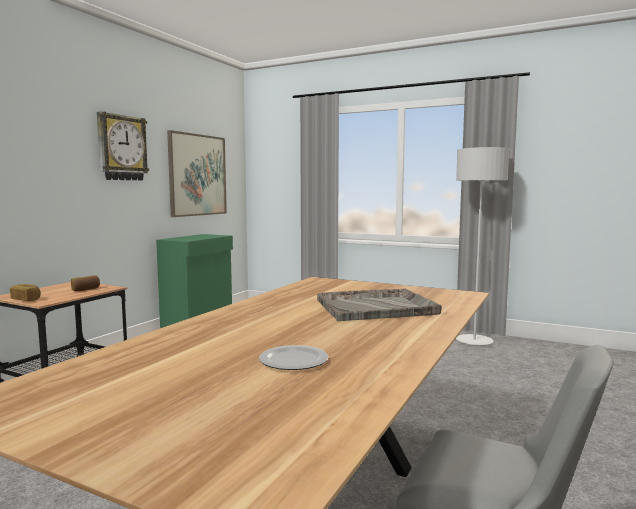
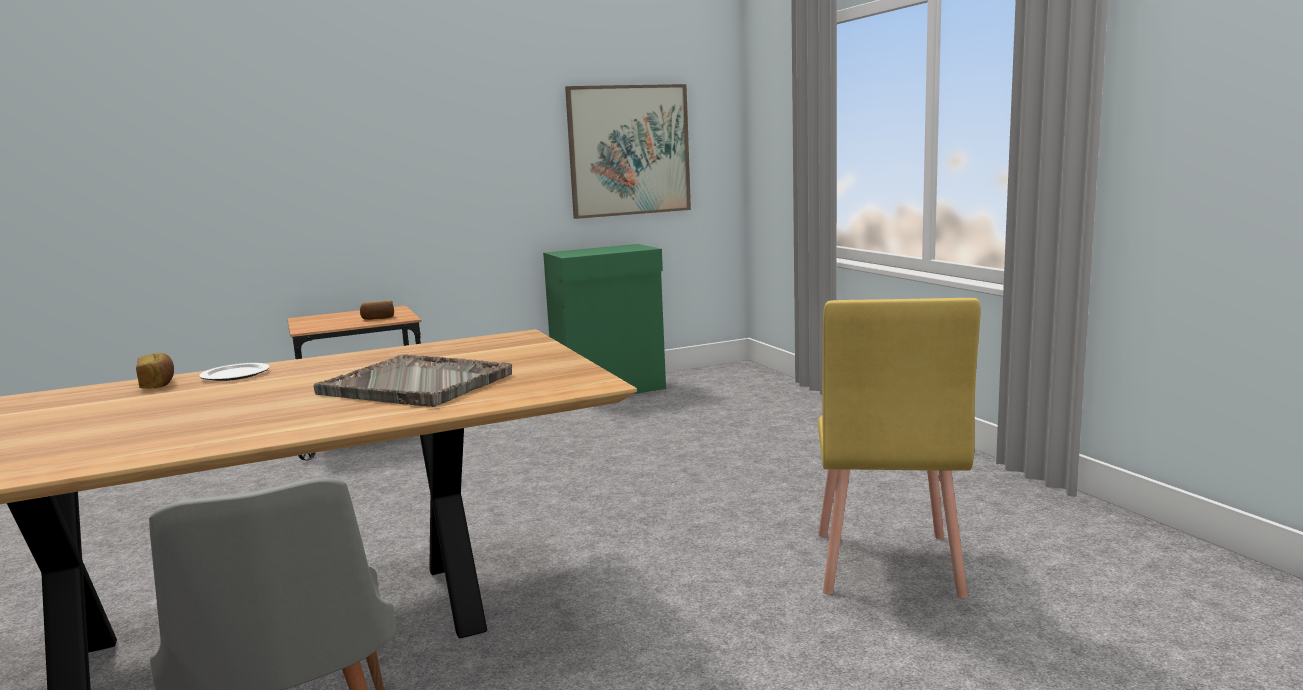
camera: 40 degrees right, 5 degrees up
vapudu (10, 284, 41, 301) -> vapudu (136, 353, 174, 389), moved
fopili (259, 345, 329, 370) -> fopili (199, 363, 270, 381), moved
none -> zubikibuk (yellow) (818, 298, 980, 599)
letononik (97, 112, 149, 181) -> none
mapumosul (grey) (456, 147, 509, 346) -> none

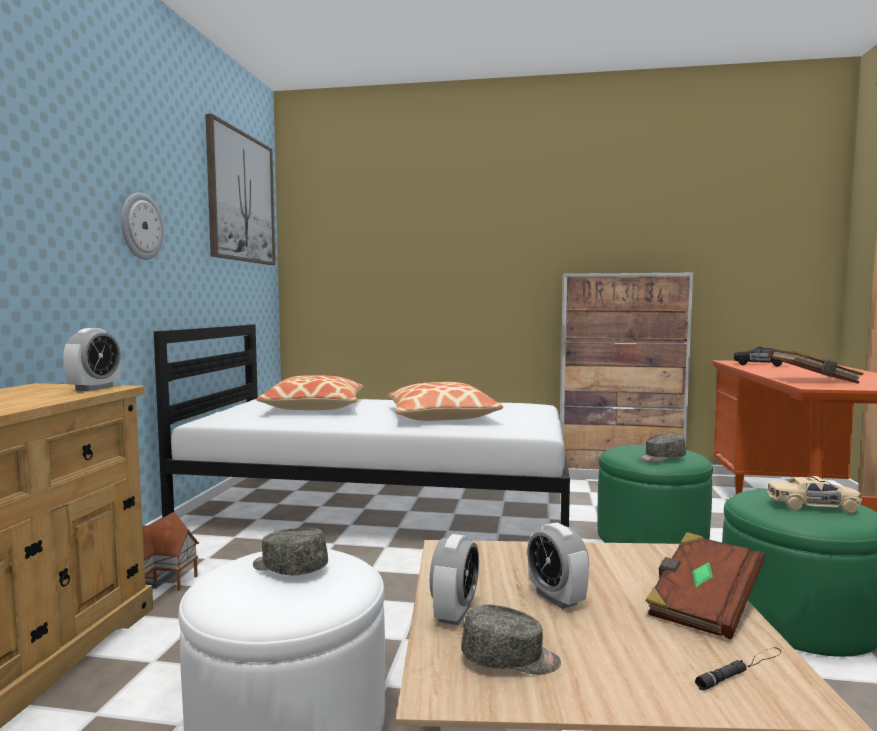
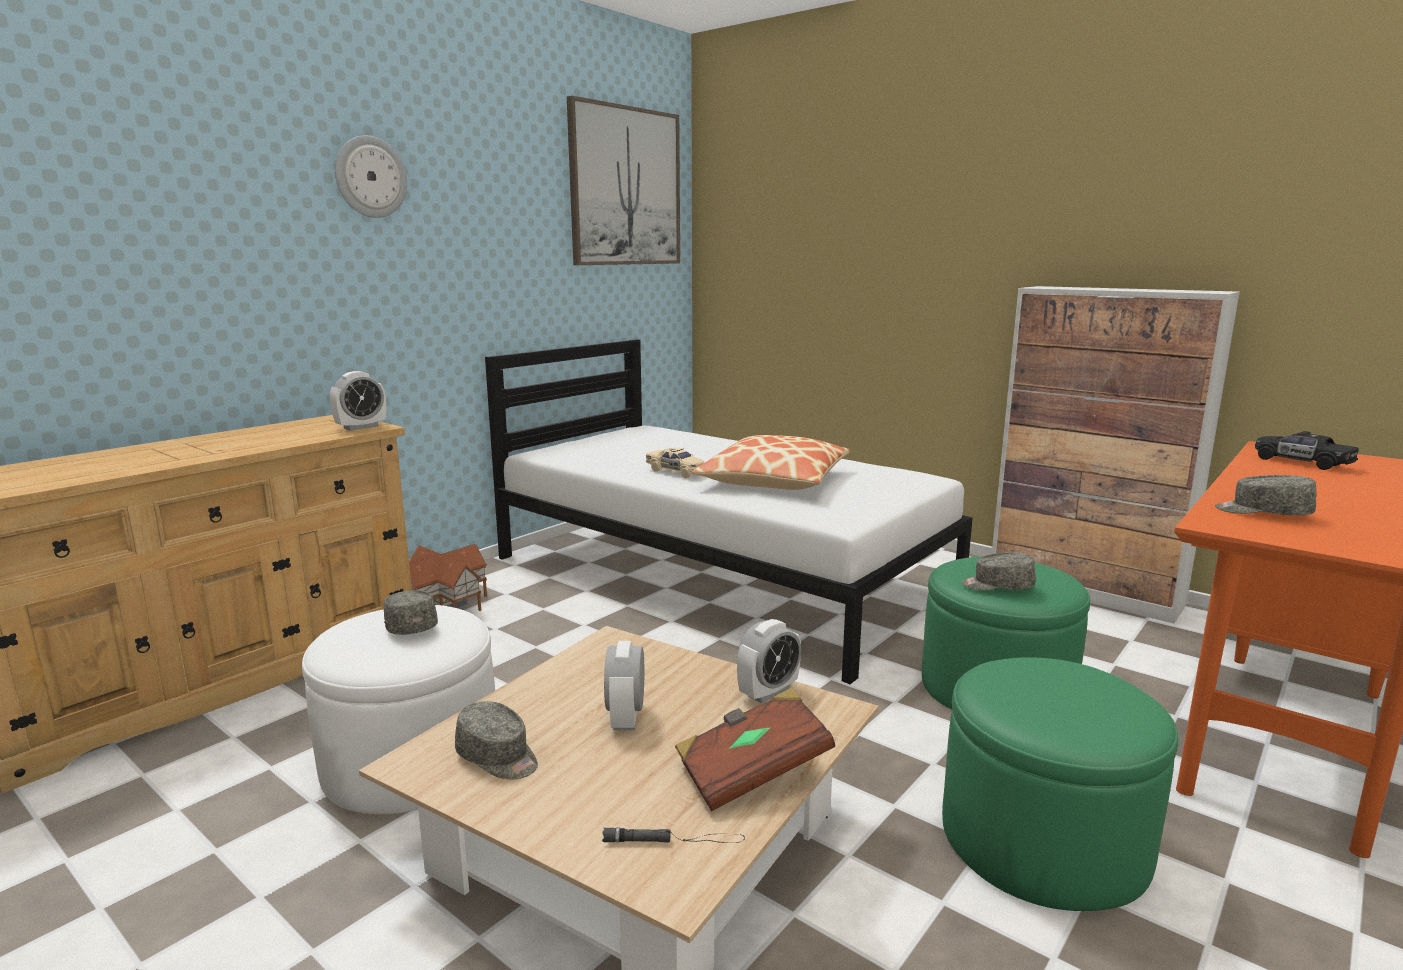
camera: 30 degrees right, 10 degrees up
letononik (121, 192, 164, 260) -> letononik (335, 135, 407, 218), moved
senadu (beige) (767, 476, 862, 513) -> senadu (beige) (646, 448, 704, 478), moved
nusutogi (430, 534, 479, 625) -> nusutogi (737, 619, 801, 704), moved
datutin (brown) (768, 349, 864, 384) -> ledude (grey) (1215, 475, 1316, 515)
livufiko (257, 375, 363, 410) -> none

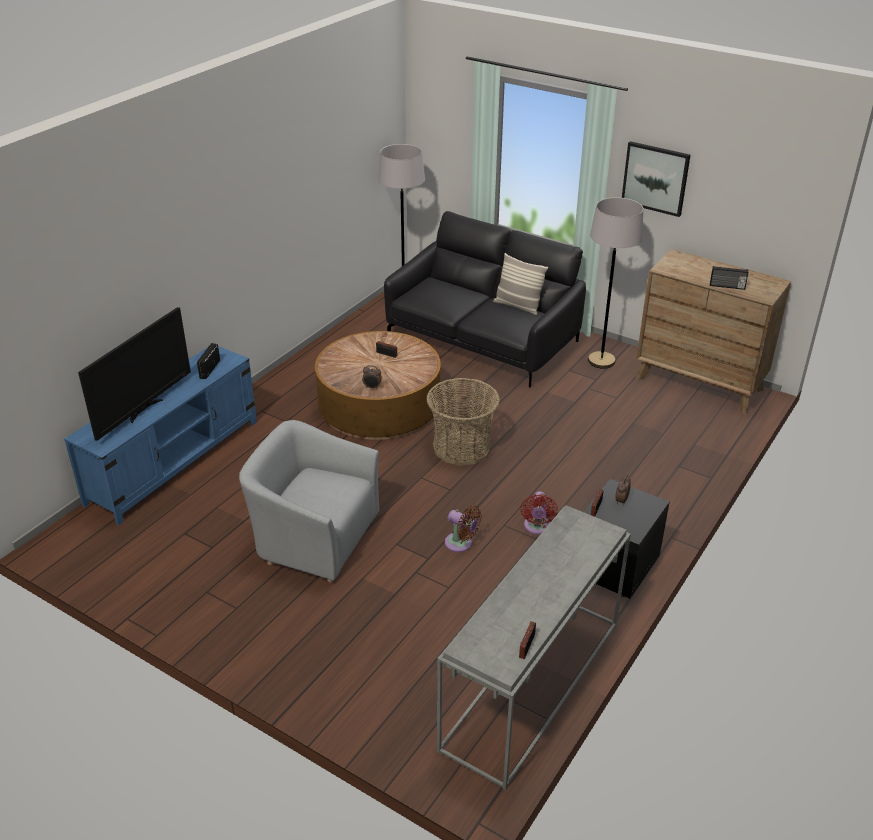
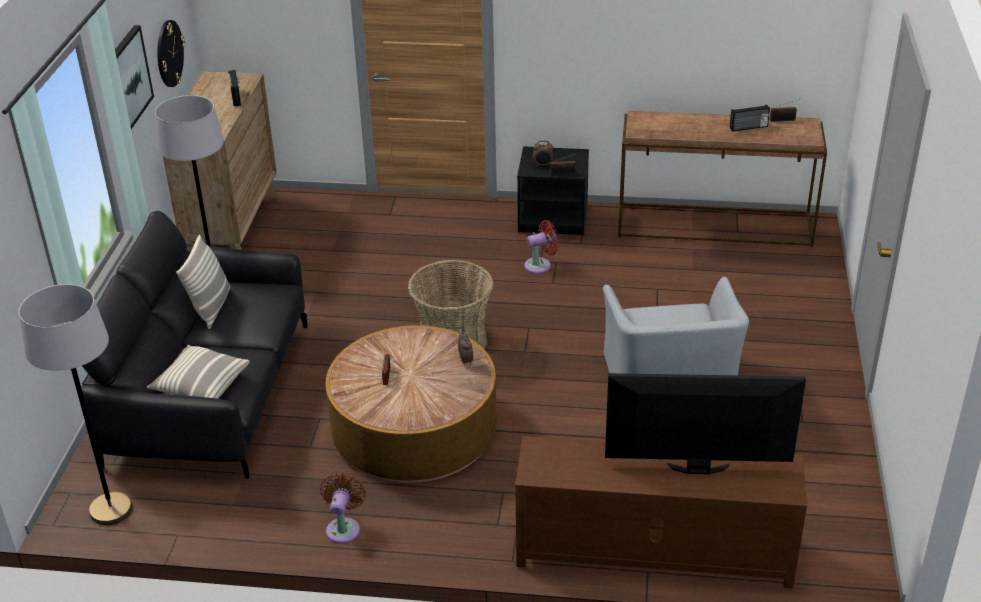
camera: 115 degrees left, 0 degrees up
none -> livufiko (147, 345, 250, 399)
none -> letononik (157, 20, 185, 87)
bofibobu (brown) (445, 505, 482, 552) -> bofibobu (brown) (320, 473, 366, 544), moved
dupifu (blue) (64, 346, 257, 525) -> dupifu (brown) (515, 436, 807, 589)
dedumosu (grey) (437, 505, 631, 790) -> dedumosu (brown) (618, 111, 827, 247)
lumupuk (197, 343, 220, 379) -> lumupuk (730, 105, 770, 132), moved

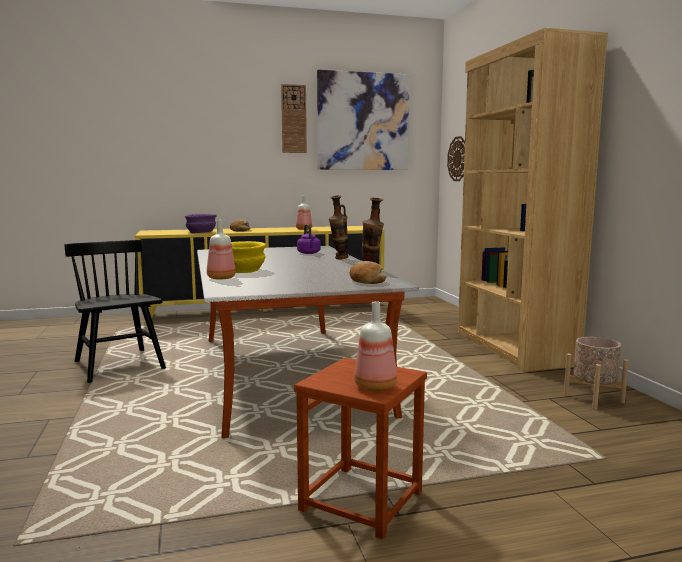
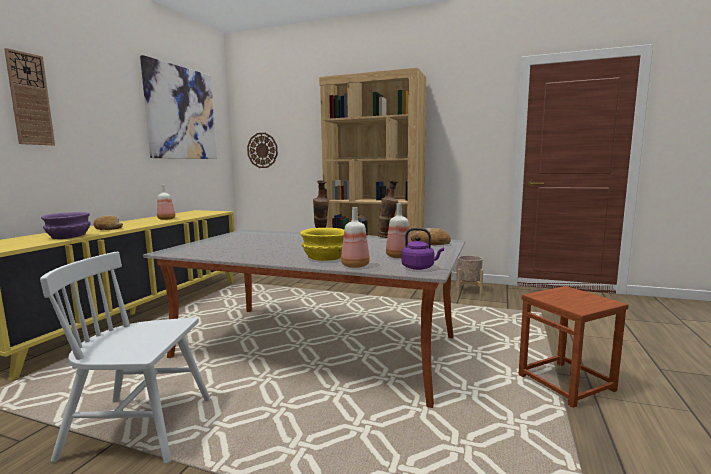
camera: 55 degrees left, 0 degrees up
letononik (281, 84, 307, 153) -> letononik (4, 48, 55, 145), moved
zubikibuk (black) (64, 240, 166, 383) -> zubikibuk (white) (40, 252, 210, 463)
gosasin (354, 301, 397, 392) -> gosasin (386, 203, 411, 258), moved
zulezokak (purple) (297, 224, 321, 254) -> zulezokak (purple) (401, 228, 444, 270), moved

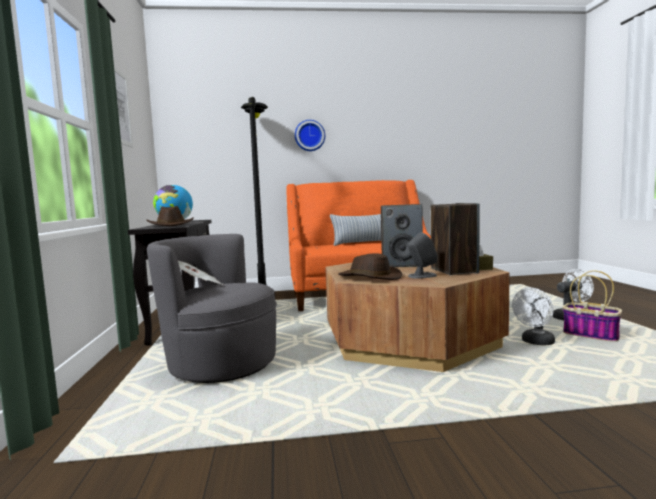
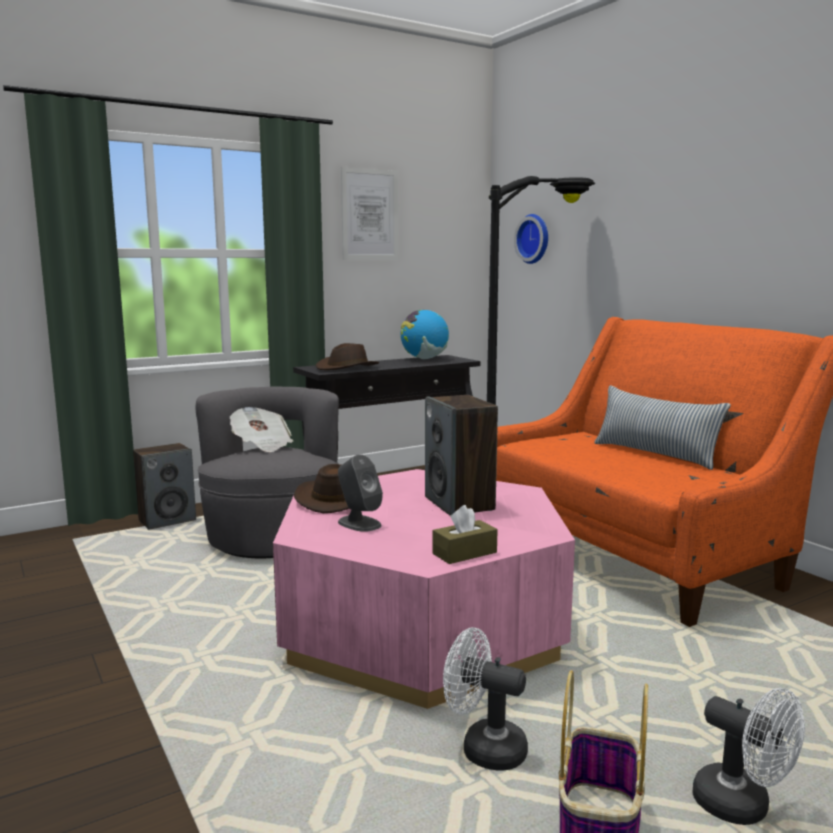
camera: 65 degrees right, 5 degrees up
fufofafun (431, 203, 480, 275) -> fufofafun (133, 443, 196, 530), moved
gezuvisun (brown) (325, 263, 510, 372) -> gezuvisun (pink) (273, 469, 575, 709)
letononik (295, 120, 325, 151) -> letononik (514, 214, 548, 264), moved

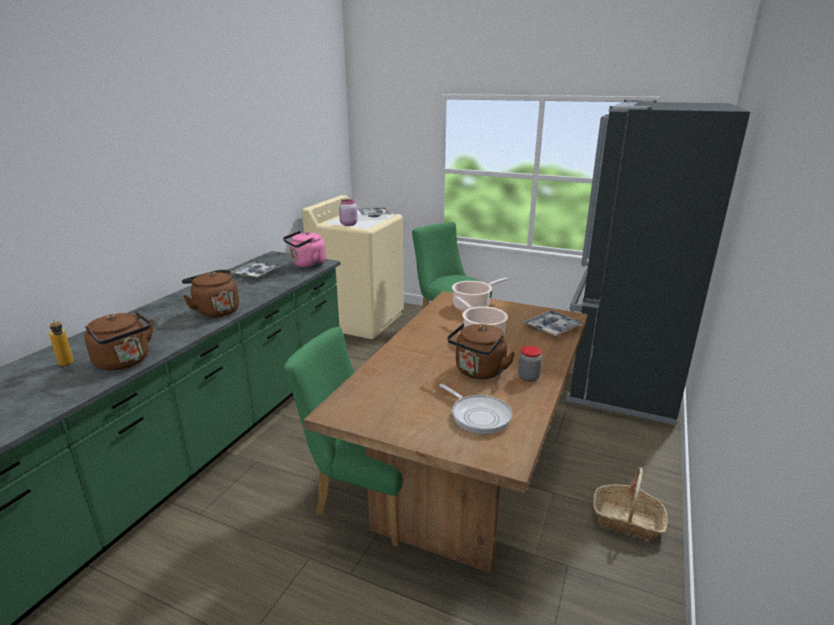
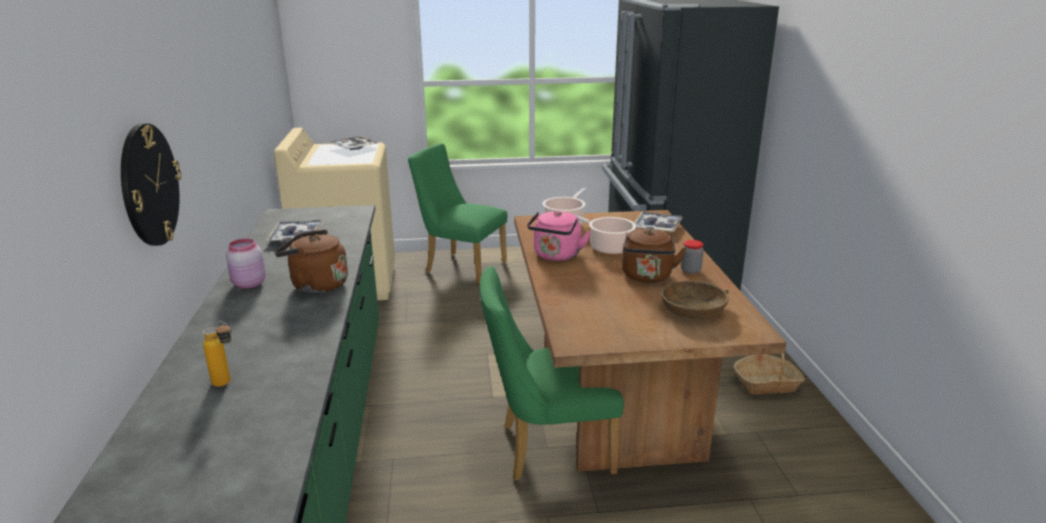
camera: 30 degrees left, 0 degrees up
none -> letononik (121, 123, 181, 246)
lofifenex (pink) (339, 199, 358, 226) -> lofifenex (pink) (226, 238, 265, 289), moved
zulezokak (pink) (283, 231, 326, 268) -> zulezokak (pink) (527, 211, 591, 261), moved
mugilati (439, 384, 512, 434) -> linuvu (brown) (661, 281, 729, 319)
zulezokak (brown) (85, 311, 153, 370) -> none

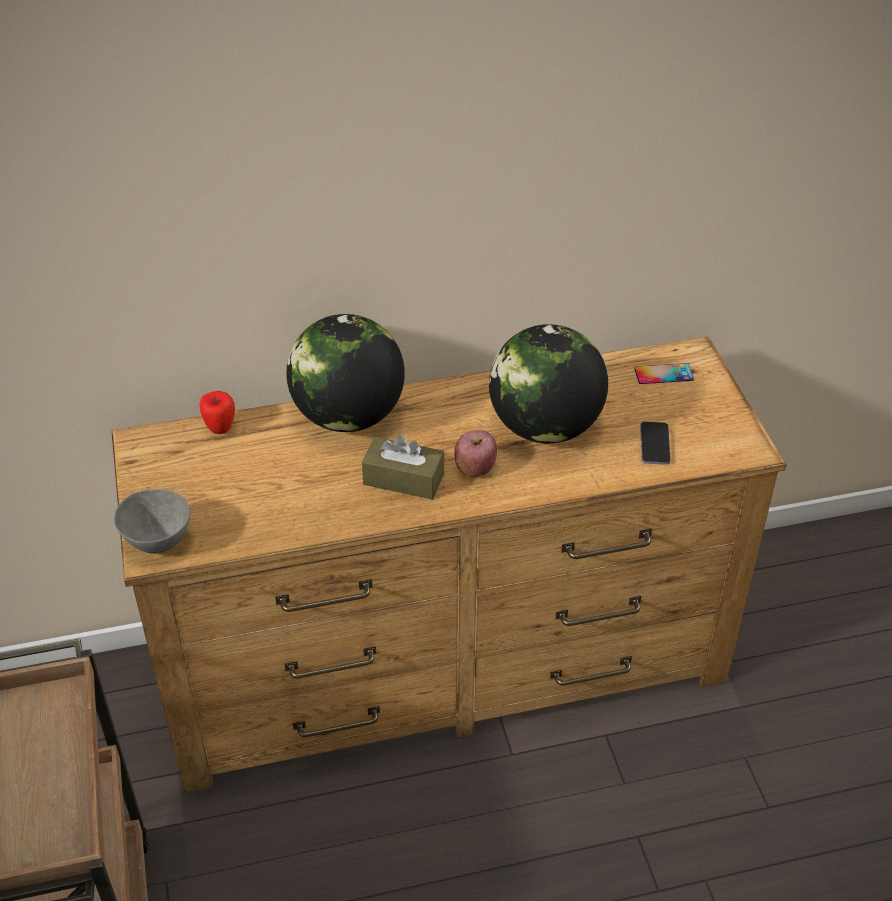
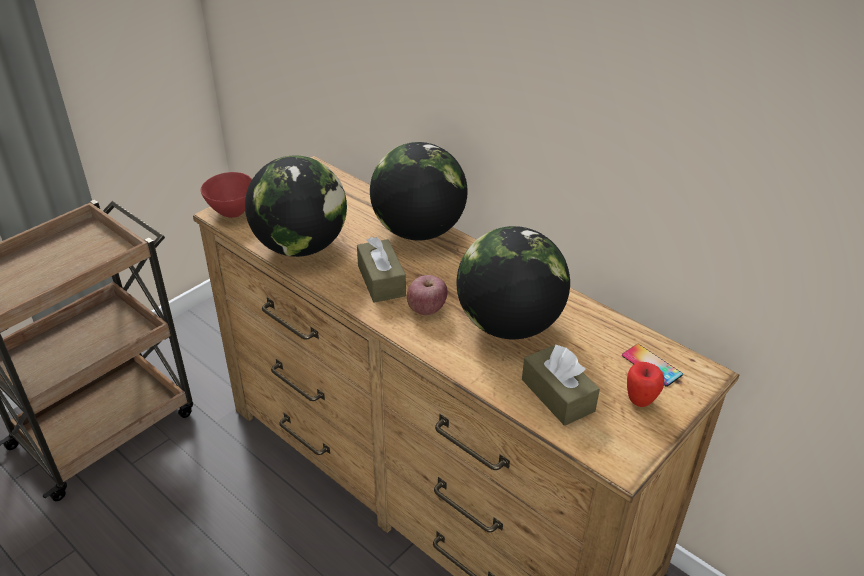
camera: 55 degrees right, 5 degrees down
linuvu (grey) (114, 489, 190, 554) -> linuvu (red) (201, 172, 252, 218)
none -> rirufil (245, 156, 347, 257)
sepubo (640, 422, 671, 465) -> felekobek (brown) (522, 344, 600, 426)
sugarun (200, 391, 235, 434) -> sugarun (627, 362, 664, 407), moved

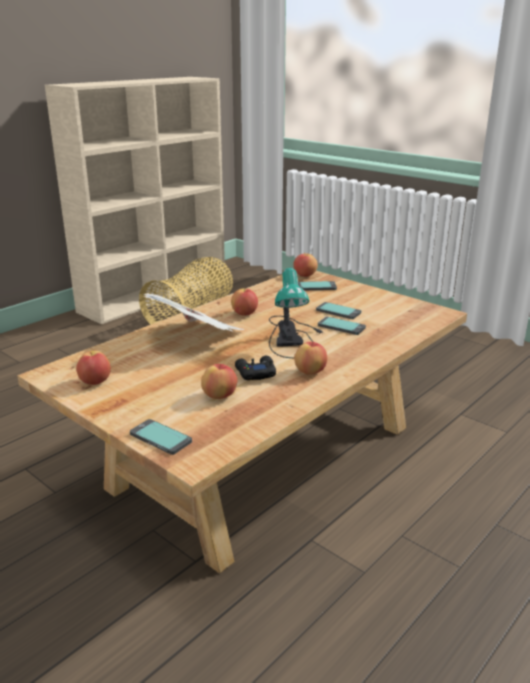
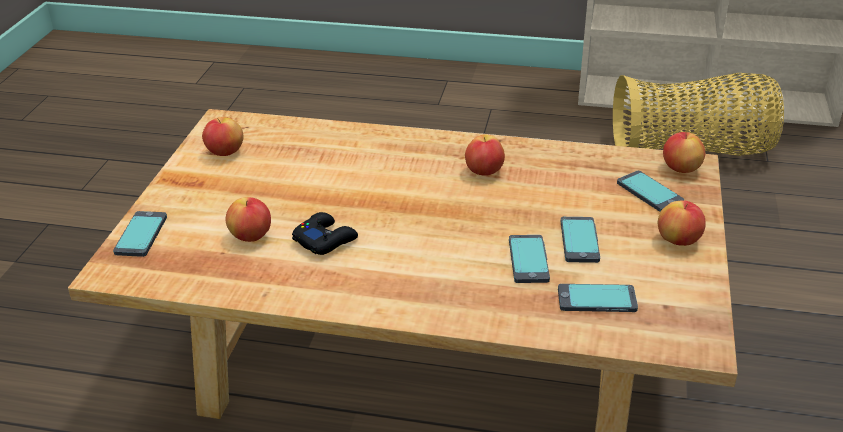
camera: 60 degrees right, 10 degrees up
none -> sepubo (558, 284, 638, 312)
sugarun (294, 341, 327, 374) -> sugarun (658, 200, 706, 246), moved
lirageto (143, 294, 245, 331) -> none
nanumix (269, 268, 324, 358) -> none

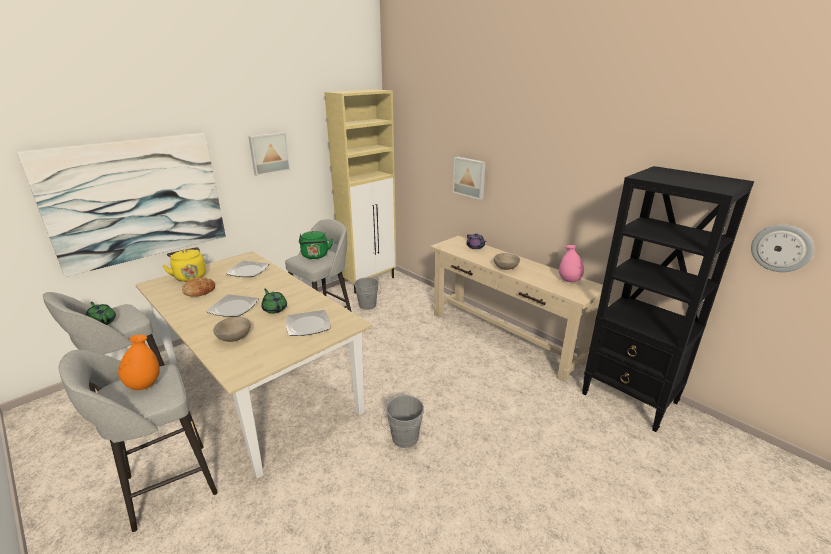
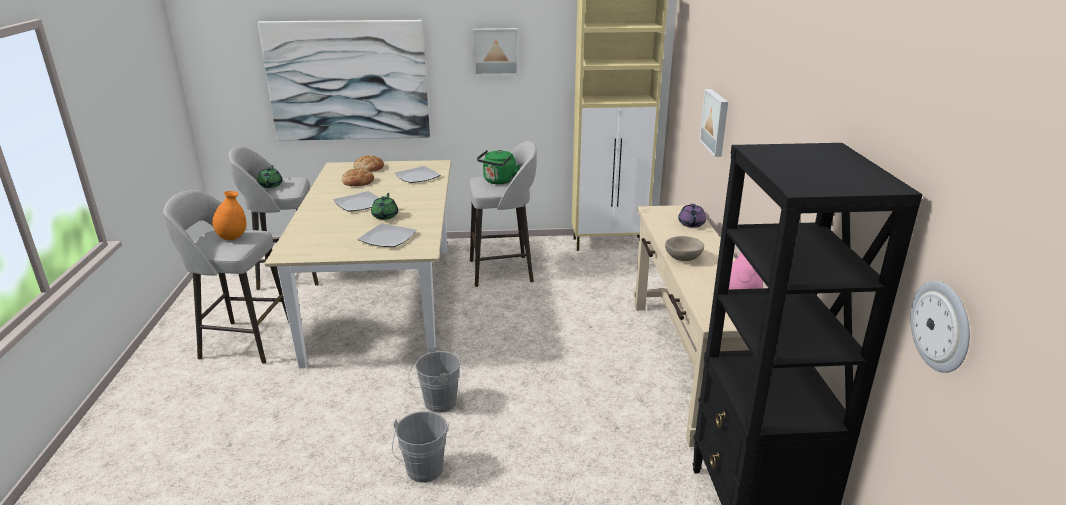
camera: 40 degrees right, 0 degrees up
zulezokak (yellow) (162, 247, 206, 282) -> vapudu (353, 155, 384, 172)
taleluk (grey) (354, 277, 381, 310) -> taleluk (grey) (392, 411, 449, 483), moved
linuvu (beige) (213, 317, 251, 342) -> none

